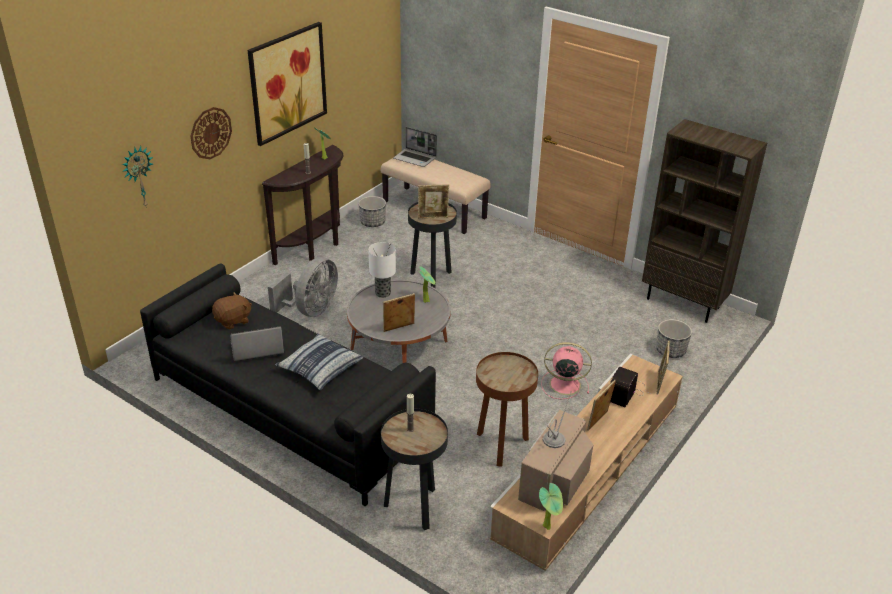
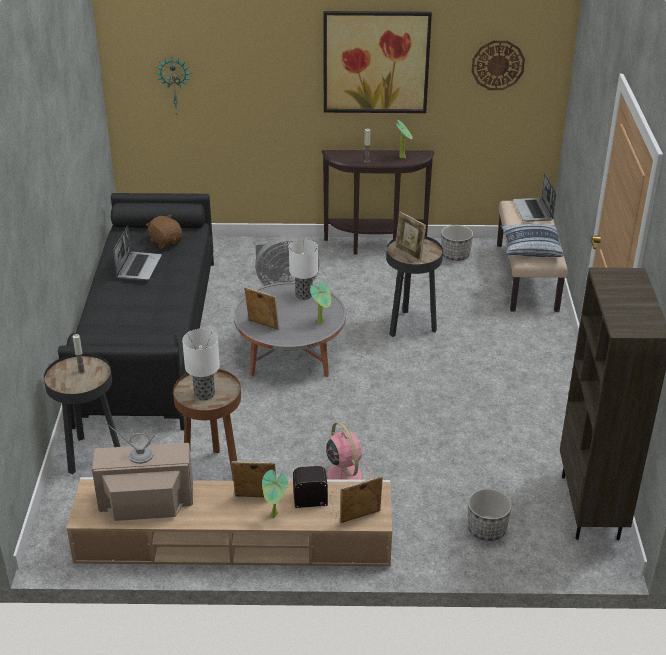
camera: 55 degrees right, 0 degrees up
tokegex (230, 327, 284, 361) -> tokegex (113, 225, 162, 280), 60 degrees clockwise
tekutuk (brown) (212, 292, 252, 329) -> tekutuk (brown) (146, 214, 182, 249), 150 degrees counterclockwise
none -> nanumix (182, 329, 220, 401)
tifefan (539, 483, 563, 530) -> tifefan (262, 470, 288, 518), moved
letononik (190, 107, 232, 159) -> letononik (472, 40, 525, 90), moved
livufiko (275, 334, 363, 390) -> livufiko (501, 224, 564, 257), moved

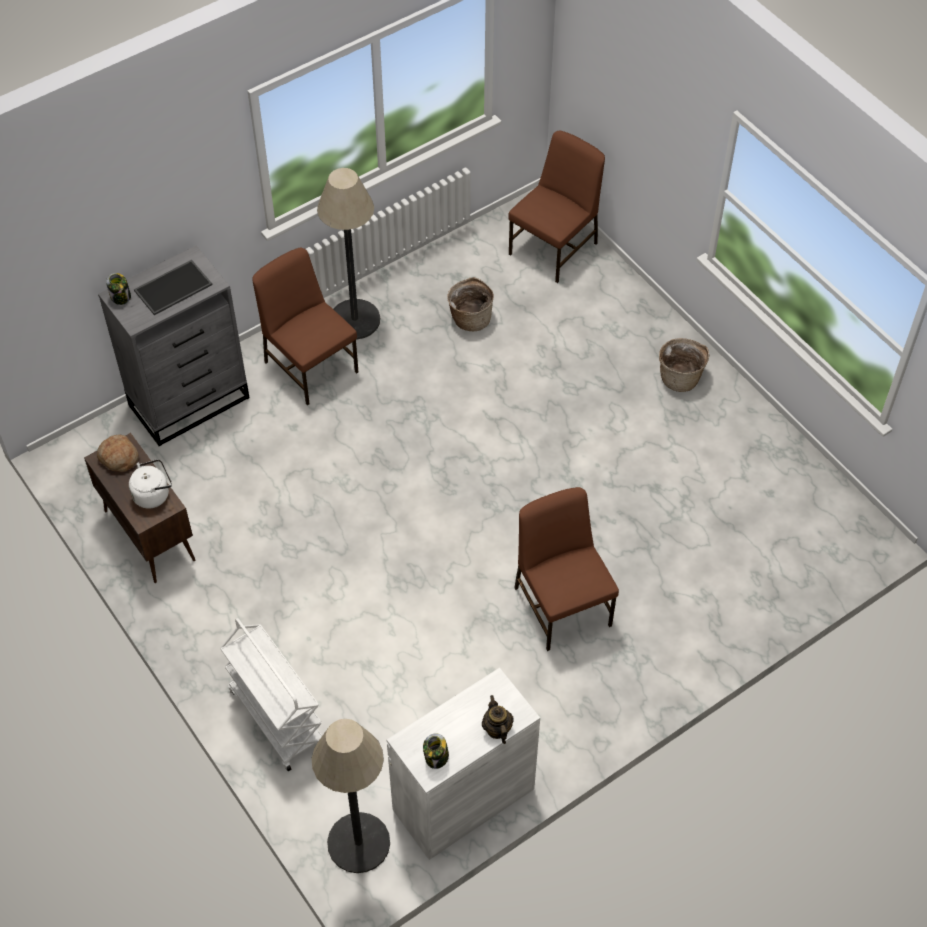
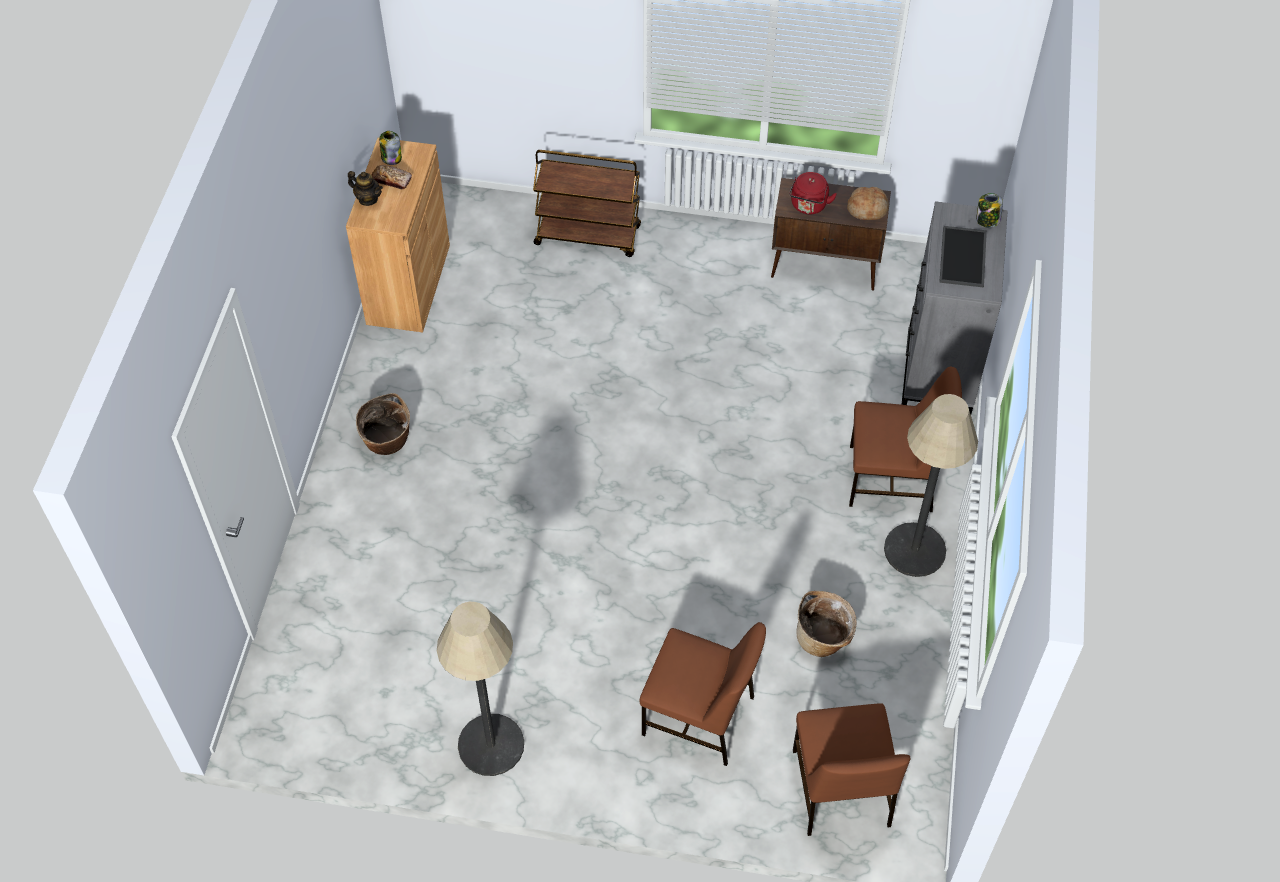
camera: 135 degrees right, 0 degrees up
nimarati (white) (387, 668, 540, 860) -> nimarati (brown) (346, 138, 450, 332)
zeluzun (659, 338, 709, 392) -> zeluzun (356, 393, 410, 455), moved
none -> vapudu (372, 165, 412, 190)
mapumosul (312, 719, 390, 873) -> mapumosul (437, 602, 524, 776), moved
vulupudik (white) (220, 618, 323, 771) -> vulupudik (brown) (533, 150, 641, 257)
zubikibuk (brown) (515, 487, 619, 651) -> zubikibuk (brown) (639, 622, 766, 766), moved
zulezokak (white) (129, 459, 172, 509) -> zulezokak (red) (789, 172, 837, 214)

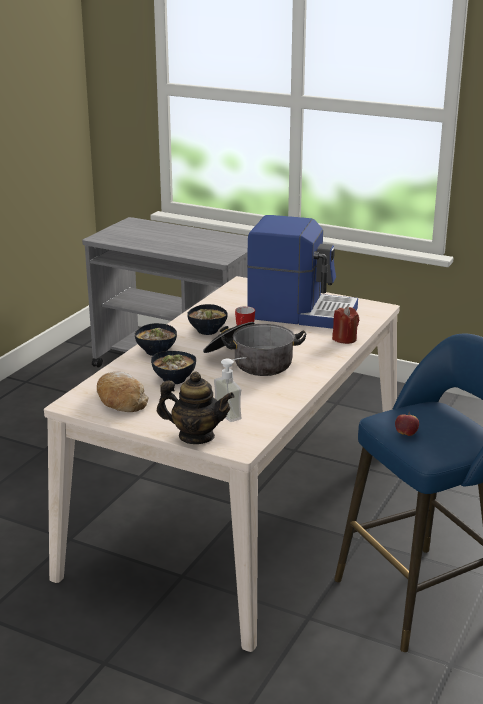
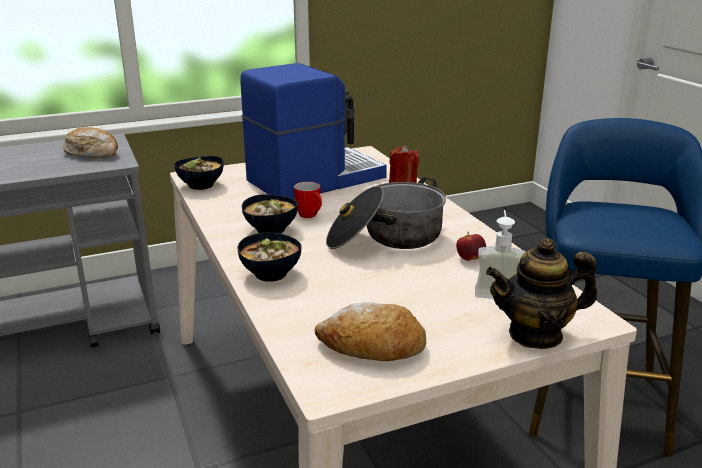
camera: 50 degrees left, 0 degrees up
none -> vapudu (63, 127, 118, 158)
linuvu (151, 351, 196, 384) -> linuvu (174, 156, 224, 190), moved
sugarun (395, 412, 419, 436) -> sugarun (456, 232, 486, 261), moved
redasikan (157, 372, 235, 444) -> redasikan (486, 238, 597, 349), 150 degrees counterclockwise

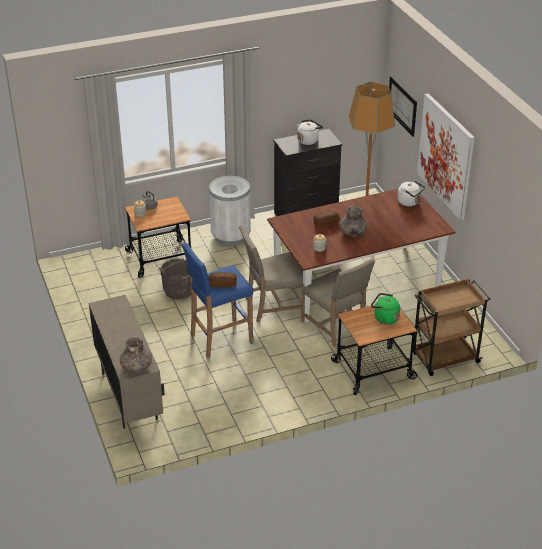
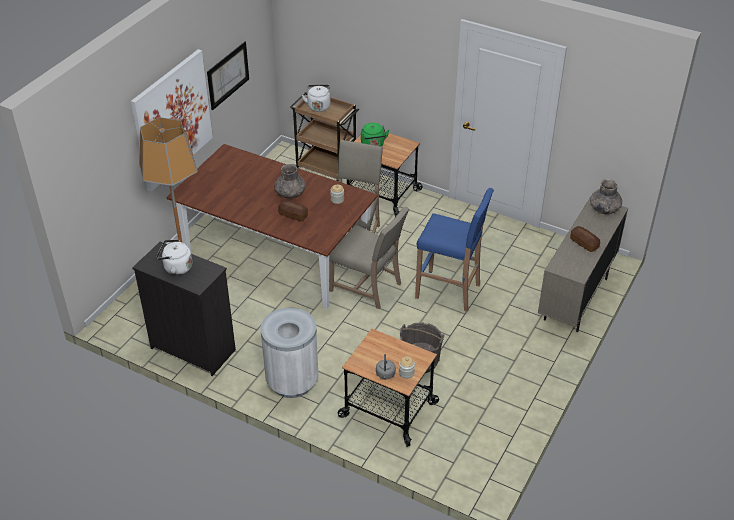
camera: 130 degrees left, 5 degrees up
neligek (389, 76, 417, 137) -> neligek (207, 41, 249, 110), moved
zulezokak (white) (398, 181, 425, 206) -> zulezokak (white) (302, 85, 331, 112), moved
vapudu (209, 272, 237, 287) -> vapudu (570, 226, 600, 252), moved

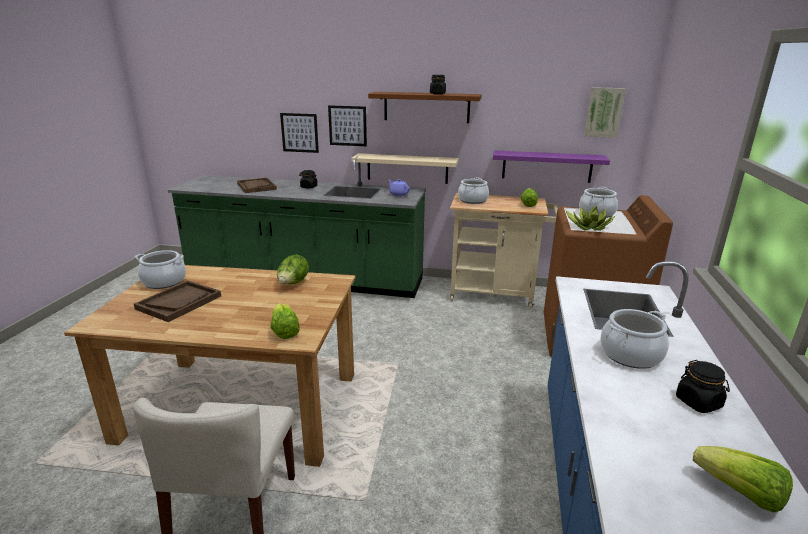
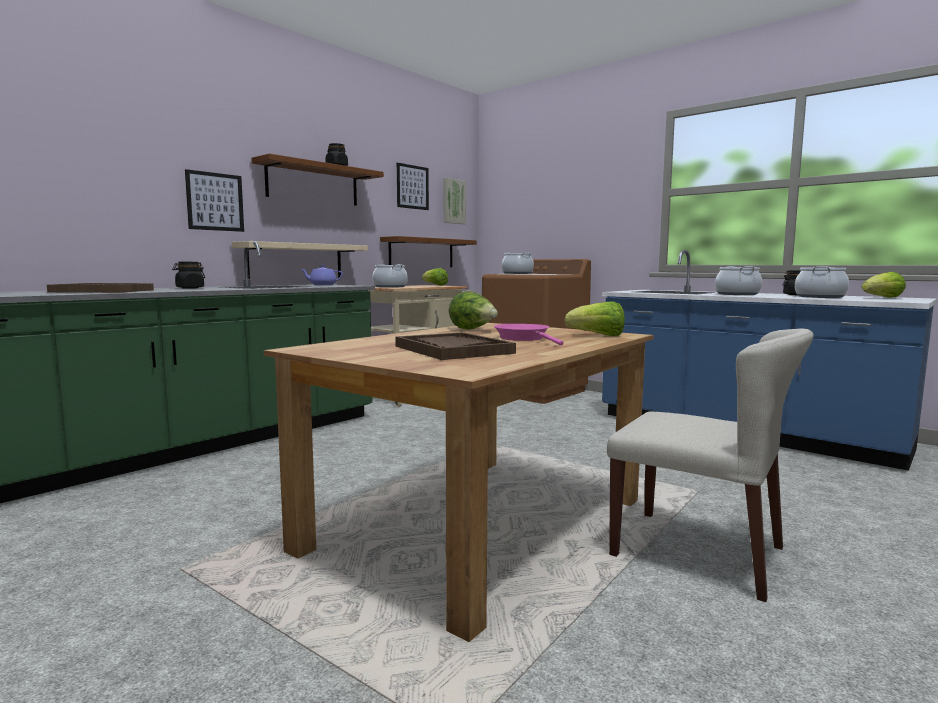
camera: 60 degrees left, 15 degrees down
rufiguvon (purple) (493, 150, 610, 183) -> rufiguvon (brown) (380, 236, 477, 267)
neligek (280, 113, 319, 153) -> neligek (397, 163, 429, 210), moved
none -> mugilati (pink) (494, 324, 564, 345)
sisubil (135, 250, 186, 289) -> sisubil (795, 266, 849, 298), moved
tifefan (566, 206, 615, 231) -> none

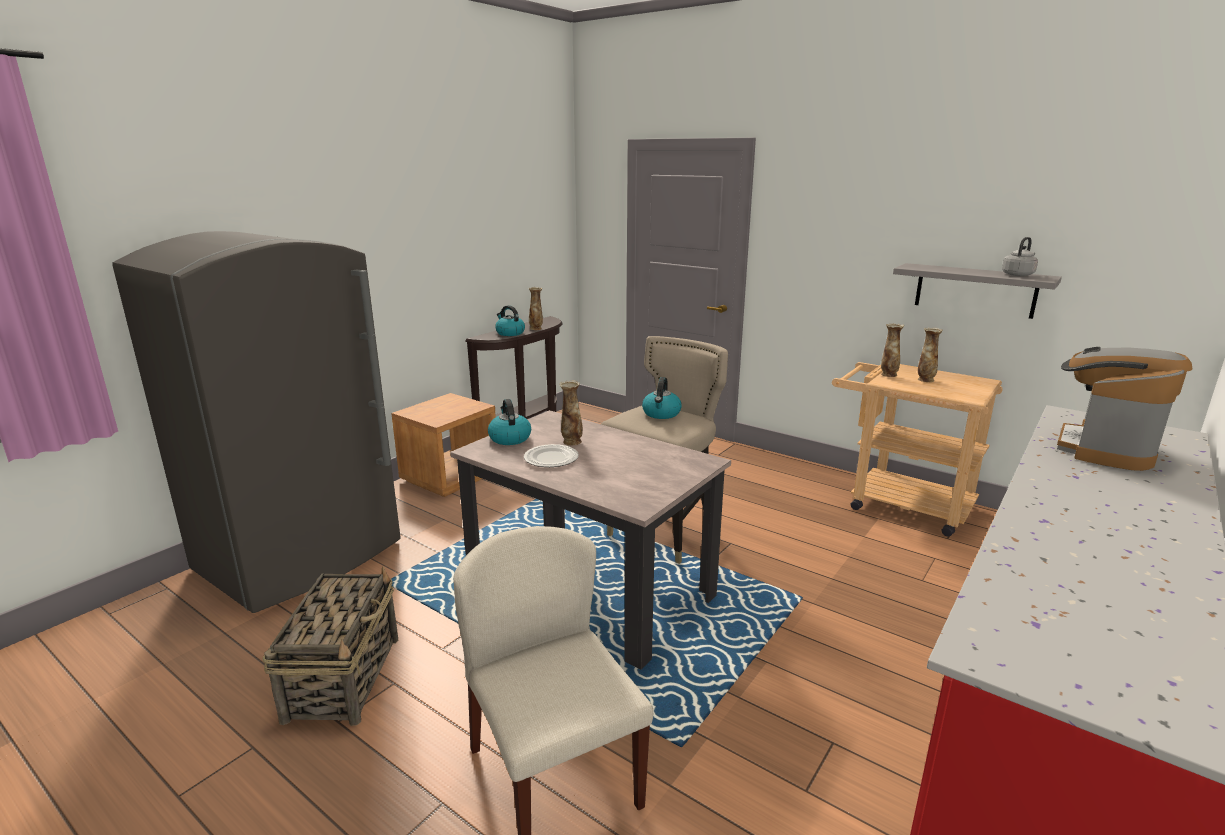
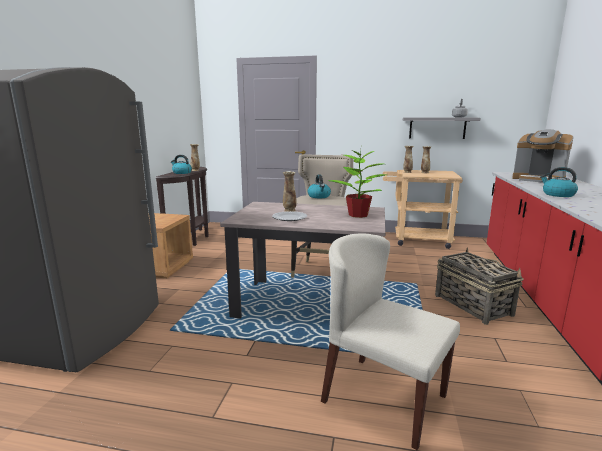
camera: 25 degrees left, 5 degrees down
none -> tifefan (328, 149, 386, 218)
zeluzun (262, 566, 398, 726) -> zeluzun (435, 247, 523, 325), moved
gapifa (1057, 347, 1192, 471) -> gapifa (512, 129, 573, 183), 60 degrees counterclockwise
zulezokak (488, 399, 531, 445) -> zulezokak (540, 167, 578, 197), moved

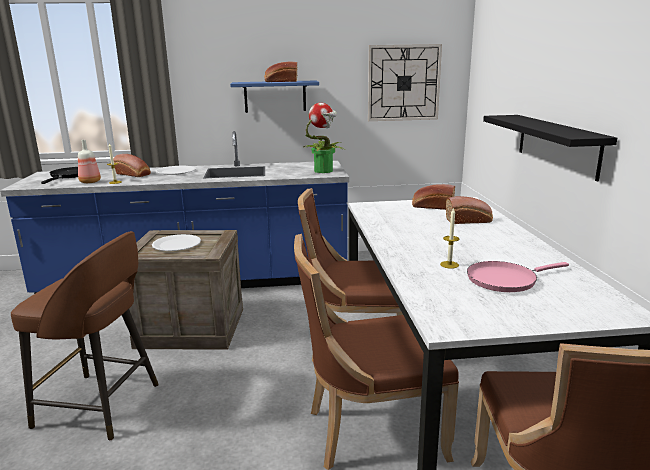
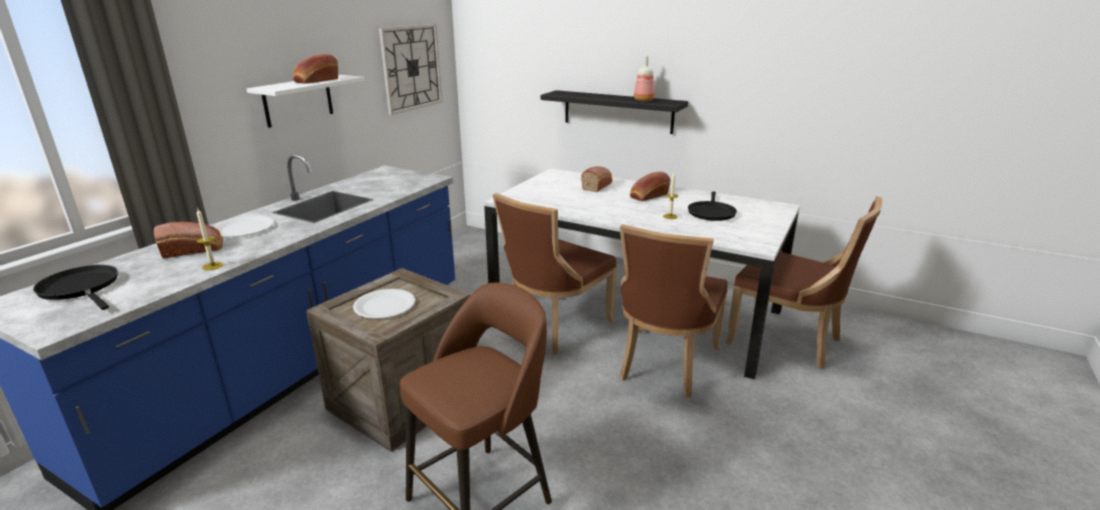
camera: 55 degrees left, 5 degrees up
rufiguvon (blue) (230, 81, 319, 113) -> rufiguvon (white) (246, 75, 365, 128)
vapudu (412, 184, 455, 210) -> vapudu (630, 171, 670, 201), moved
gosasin (78, 140, 101, 183) -> gosasin (634, 56, 655, 101), moved
mugilati (pink) (467, 261, 569, 292) -> mugilati (black) (688, 192, 737, 221)
tifefan (304, 103, 345, 173) -> none

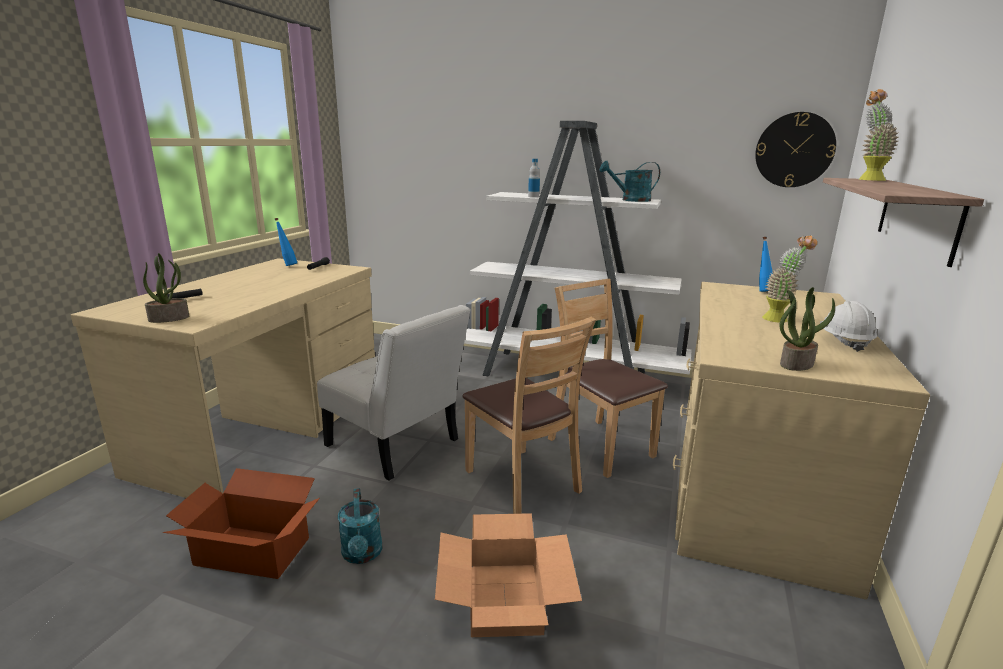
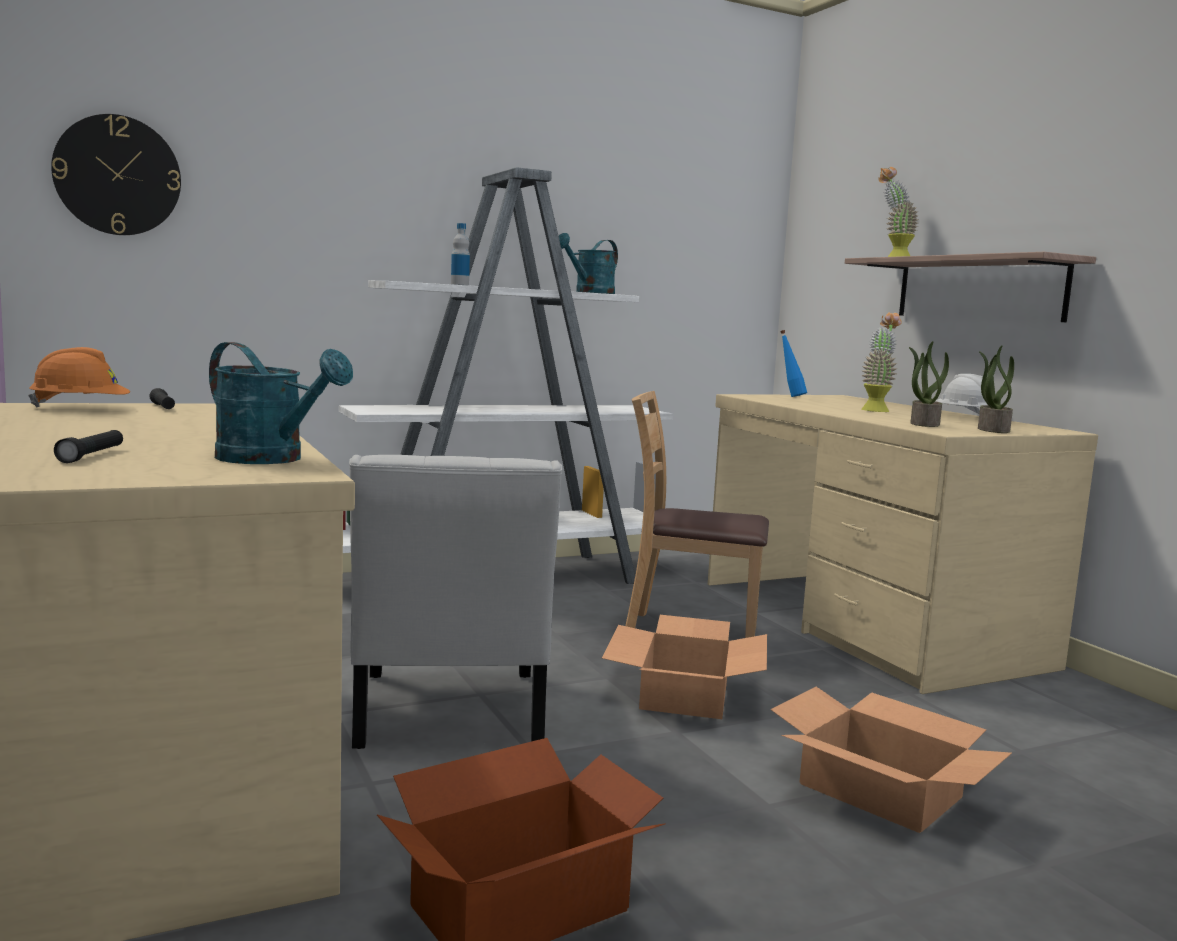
camera: 45 degrees left, 10 degrees down
gosasin (blue) (275, 218, 297, 266) -> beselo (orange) (28, 347, 130, 407)
letononik (755, 112, 836, 187) -> letononik (51, 114, 181, 235), moved
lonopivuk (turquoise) (338, 488, 382, 564) -> lonopivuk (turquoise) (209, 342, 353, 464), moved
zubikibuk (white) (317, 305, 470, 481) -> zubikibuk (white) (349, 455, 562, 749), 90 degrees clockwise
zubikibuk (brown) (462, 317, 596, 514) -> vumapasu (602, 615, 767, 719)
tifefan (143, 253, 189, 323) -> tifefan (909, 341, 949, 427), moved

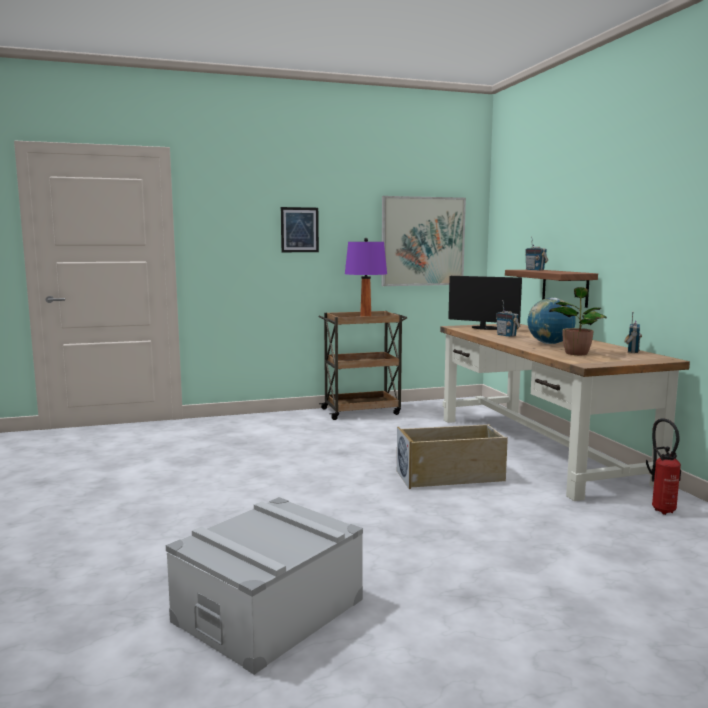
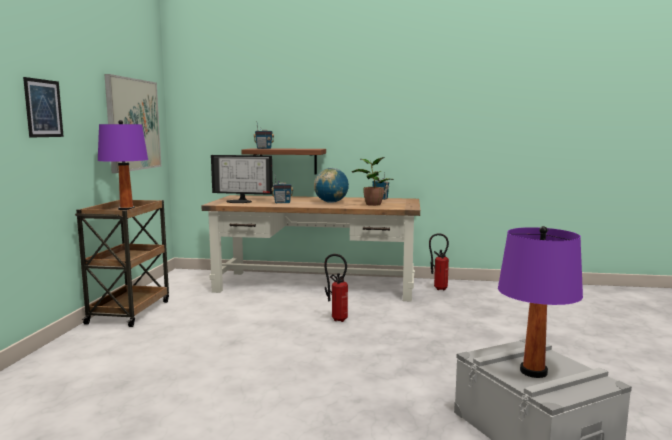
camera: 65 degrees left, 0 degrees up
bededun (448, 276, 522, 330) -> bededun (211, 155, 273, 203), 135 degrees counterclockwise
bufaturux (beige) (397, 424, 508, 489) -> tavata (324, 254, 348, 322)
none -> nanumix (purple) (498, 226, 583, 378)

